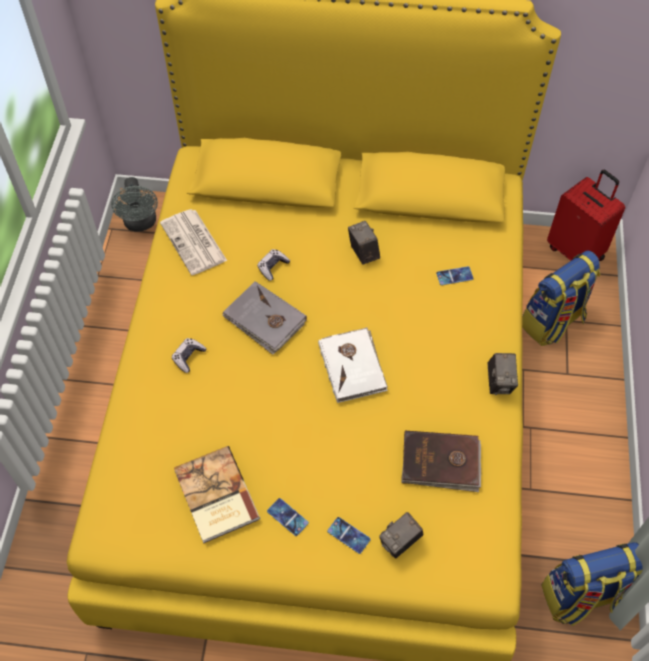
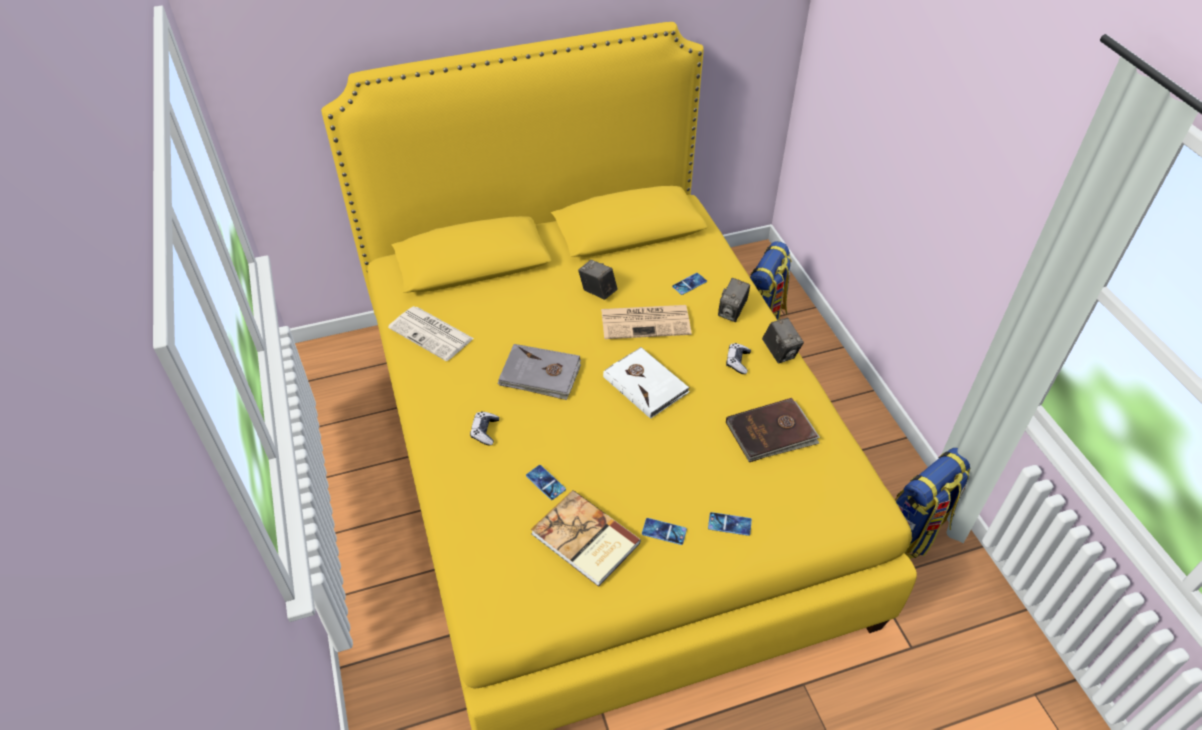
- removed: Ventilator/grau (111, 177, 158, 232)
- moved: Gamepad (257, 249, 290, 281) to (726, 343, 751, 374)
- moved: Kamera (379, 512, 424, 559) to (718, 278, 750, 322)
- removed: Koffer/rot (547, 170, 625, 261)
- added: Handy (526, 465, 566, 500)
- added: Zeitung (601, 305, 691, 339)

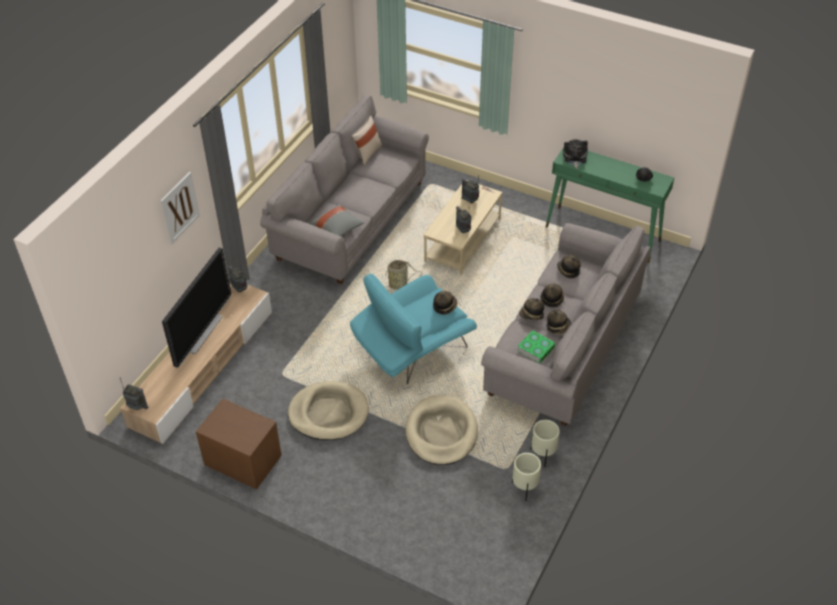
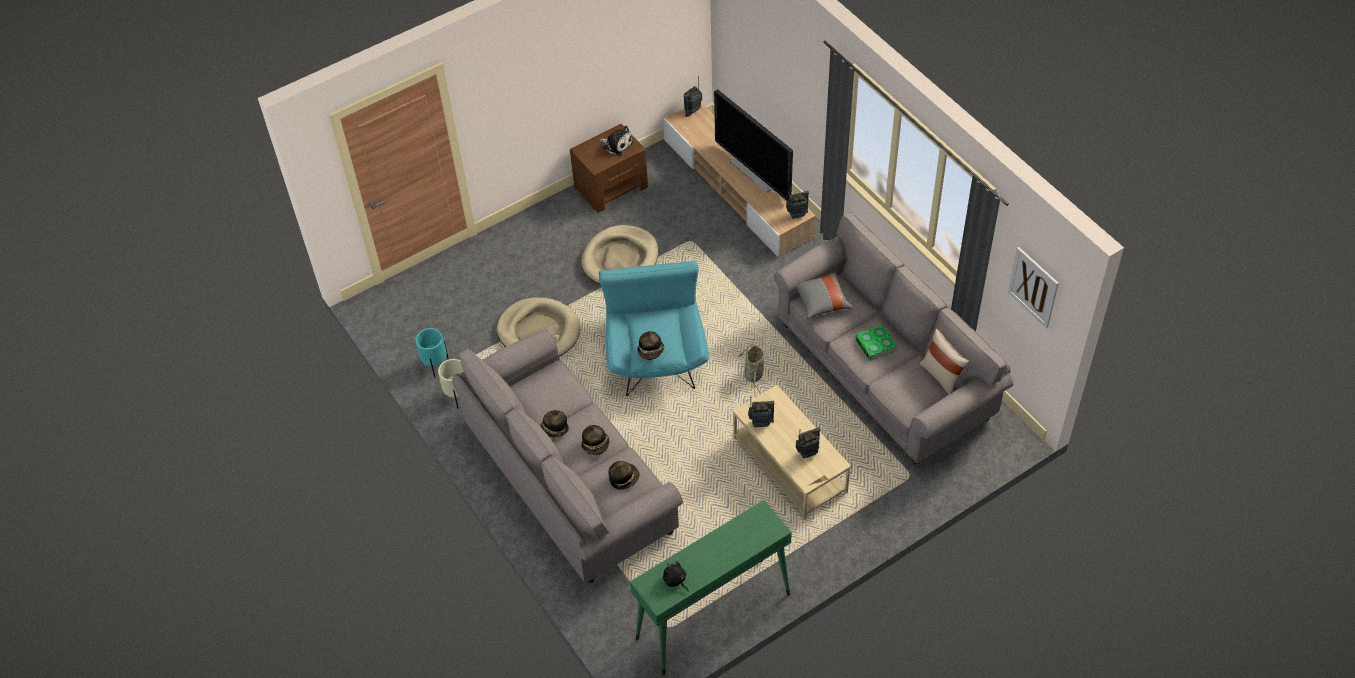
- moved: Bild (160, 172, 200, 244) to (1008, 247, 1059, 328)
- recoloured: Pflanzkübel/beige (512, 453, 541, 501) to Pflanzkübel/türkis (415, 328, 448, 378)
- moved: Buch (517, 330, 555, 363) to (855, 324, 897, 361)
- removed: Hut (519, 298, 544, 320)
- moved: Plüschtier (563, 139, 588, 169) to (599, 126, 633, 156)

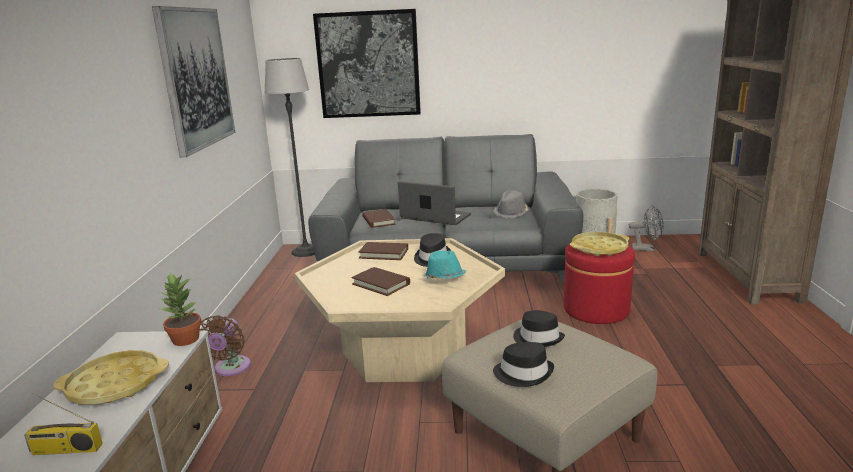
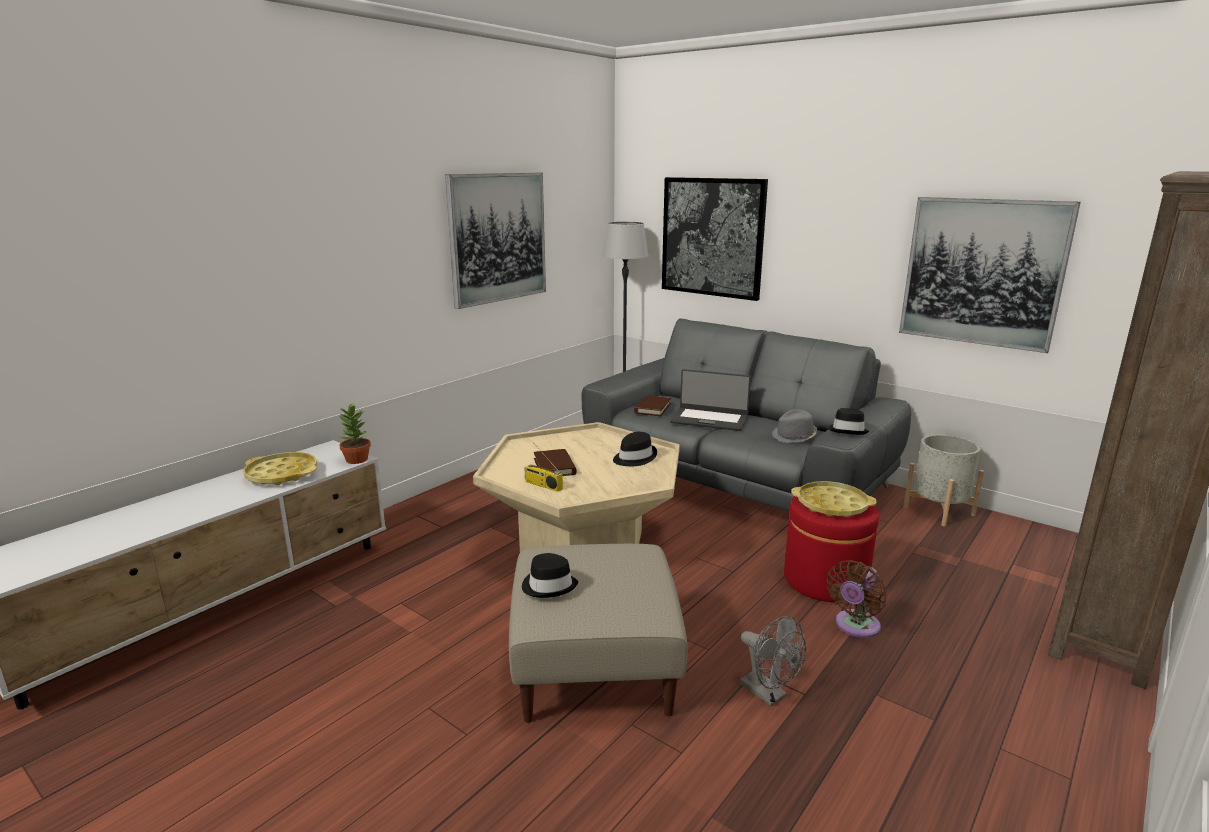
- moved: Radio (24, 393, 103, 455) to (525, 446, 563, 492)
- moved: Ventilator/braun (200, 315, 251, 376) to (827, 560, 886, 638)
- removed: Buch/braun (358, 242, 408, 260)
- turned: Laptop (398, 181, 471, 225) = (670, 369, 751, 431) 135 degrees clockwise
- removed: Hut/türkis (422, 250, 467, 280)
- moved: Hut/schwarz (513, 310, 565, 347) to (827, 408, 869, 435)
- moved: Ventilator/grau (629, 205, 664, 251) to (739, 616, 806, 706)
- added: Bild (899, 197, 1081, 353)

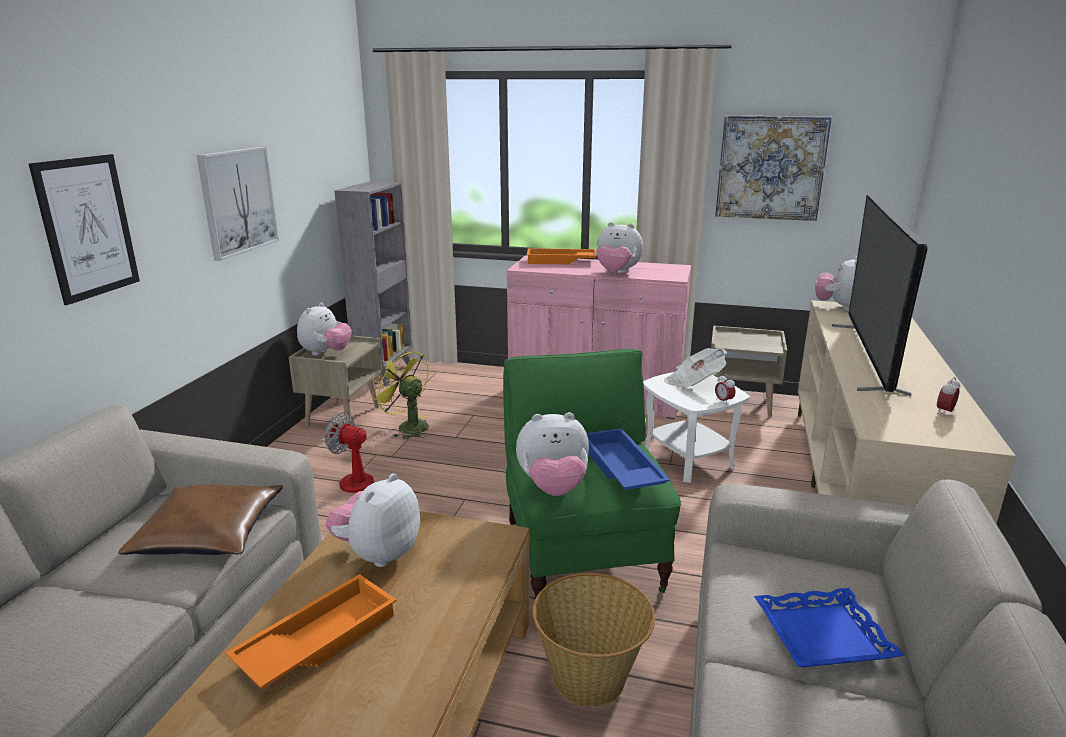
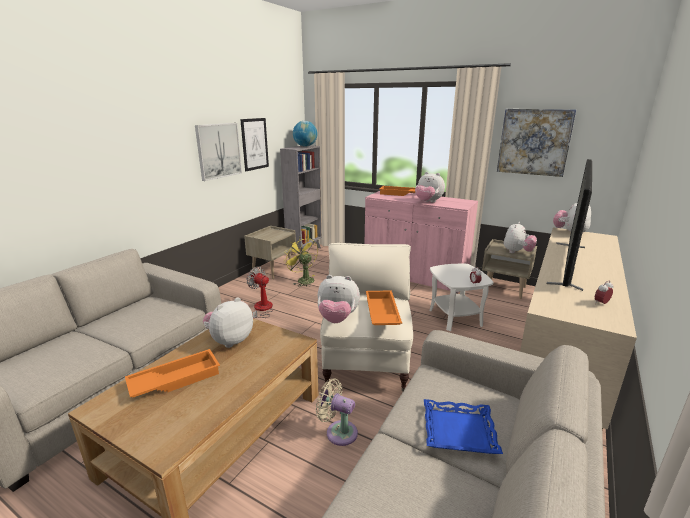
- moved: Bild (29, 154, 140, 305) to (240, 118, 269, 171)
- removed: Kissen/braun (118, 484, 283, 555)
- moved: Plüschtier (297, 303, 352, 356) to (504, 222, 537, 253)
- recoloured: Sessel/grün (503, 349, 681, 600) to Sessel/beige (320, 243, 413, 392)
- replaced: Korb (532, 573, 655, 707) to Ventilator/beige (316, 378, 358, 446)
- recoloured: Tablett/blau (586, 428, 670, 490) to Tablett/orange (366, 290, 402, 325)
- removed: Zeitung (664, 348, 727, 389)
- added: Globus (293, 121, 318, 147)

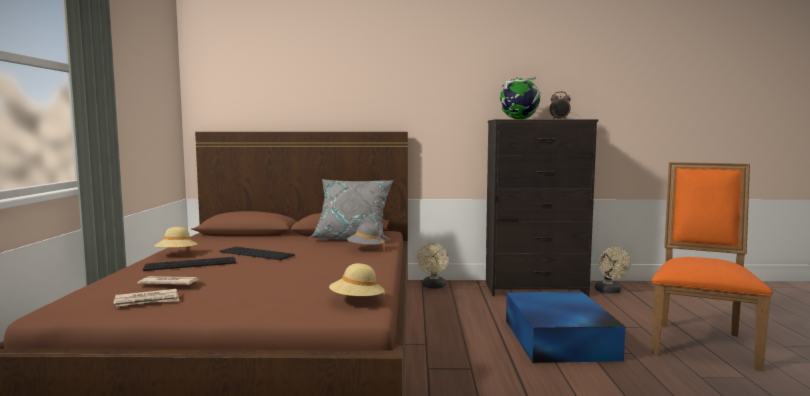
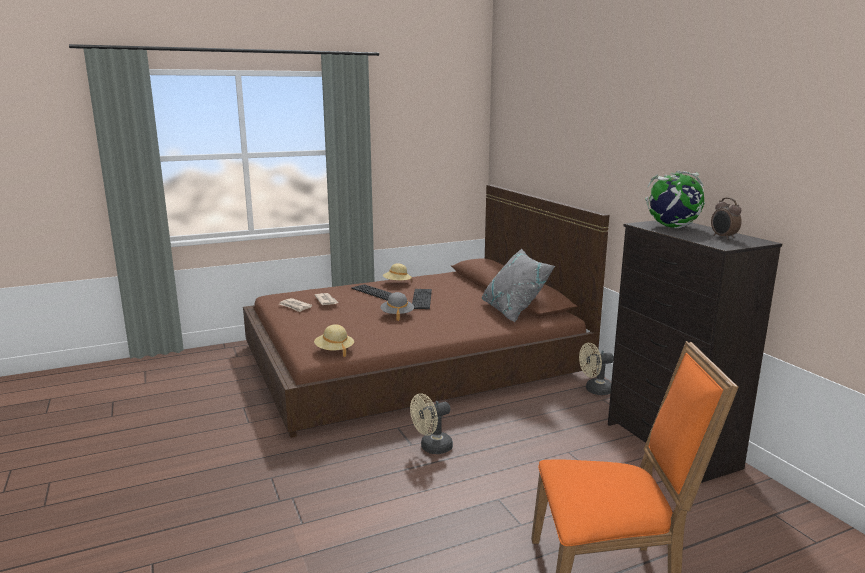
- moved: Hut/grau (347, 223, 385, 251) to (381, 292, 414, 321)
- removed: Aufbewahrungsbox/blau (506, 292, 626, 363)
- moved: Ventilator/beige (595, 247, 631, 293) to (410, 393, 453, 454)

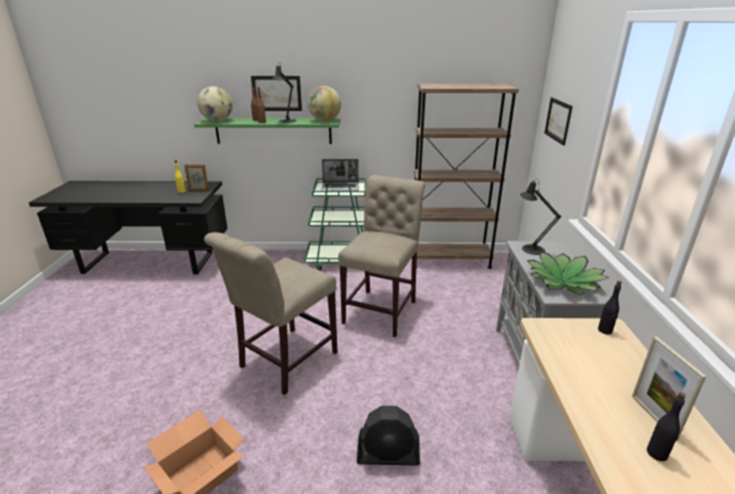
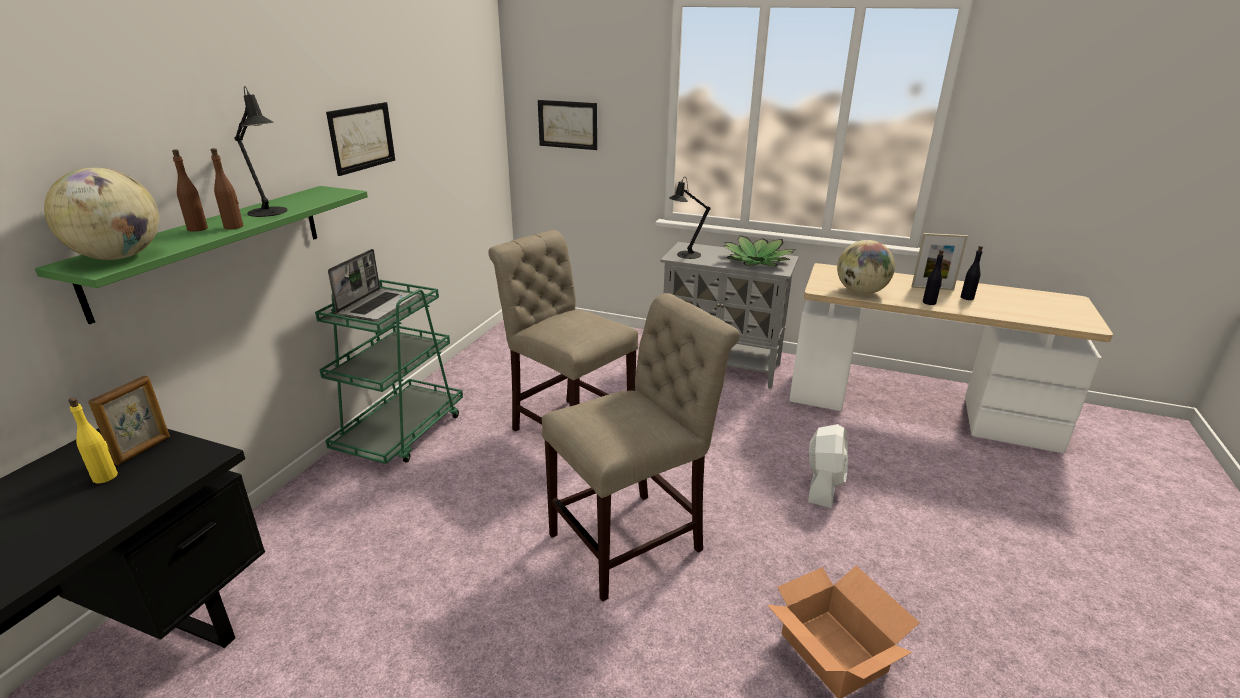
- turned: Stuhl/beige (204, 232, 337, 395) = (542, 293, 740, 602) 90 degrees counterclockwise
- moved: Bild (251, 76, 302, 111) to (326, 102, 395, 176)
- moved: Globus (308, 86, 341, 121) to (837, 240, 895, 294)
- recoloured: Ventilator/schwarz (357, 406, 420, 466) to Ventilator/weiß (808, 424, 848, 508)
- removed: Bücherregal/braun (414, 83, 519, 269)
- moved: Flasche/schwarz (598, 281, 622, 334) to (923, 250, 944, 305)

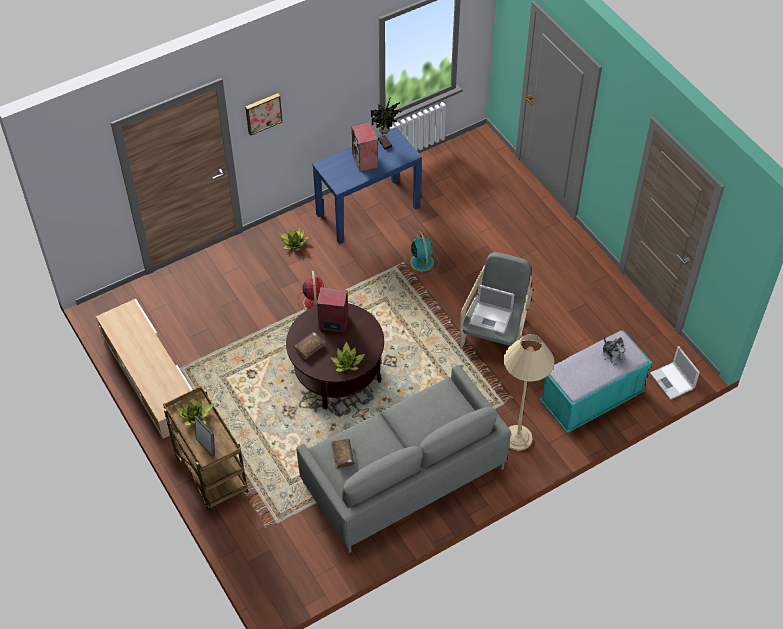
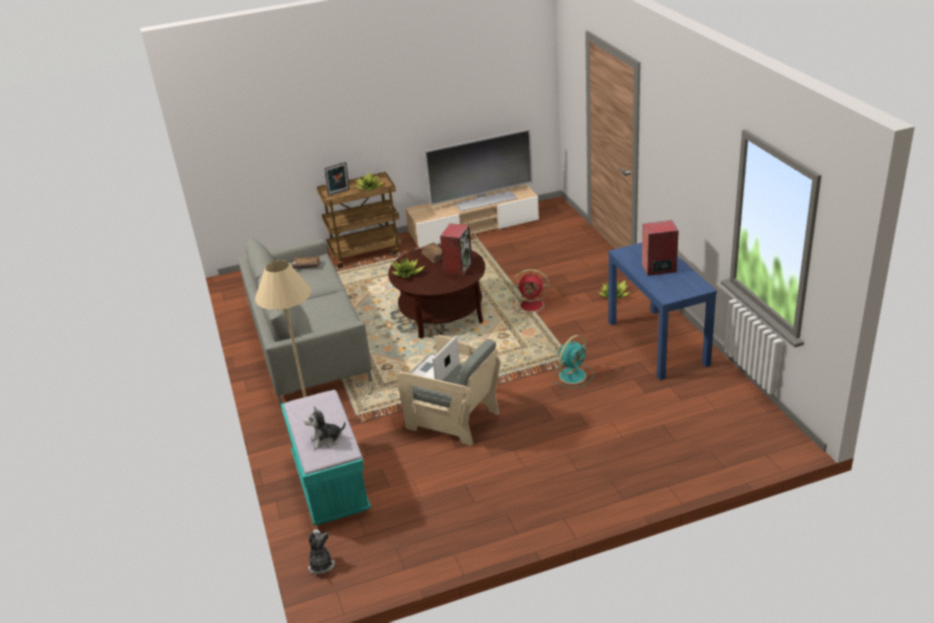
- removed: Bild (245, 93, 283, 136)
- removed: Topfpflanze (371, 97, 401, 150)
- turned: Ventilator/türkis (404, 231, 439, 277) = (553, 335, 593, 388) 45 degrees counterclockwise
- replaced: Laptop (650, 346, 700, 400) to Plüschtier (308, 529, 335, 575)
- added: Fernseher (424, 129, 533, 211)

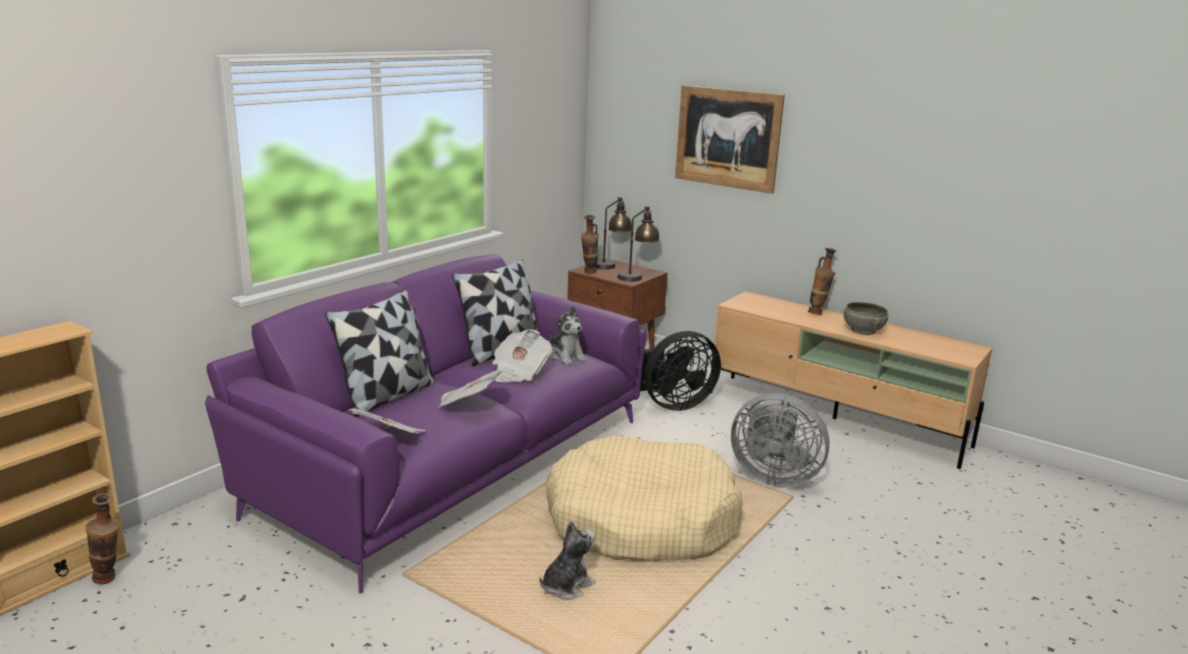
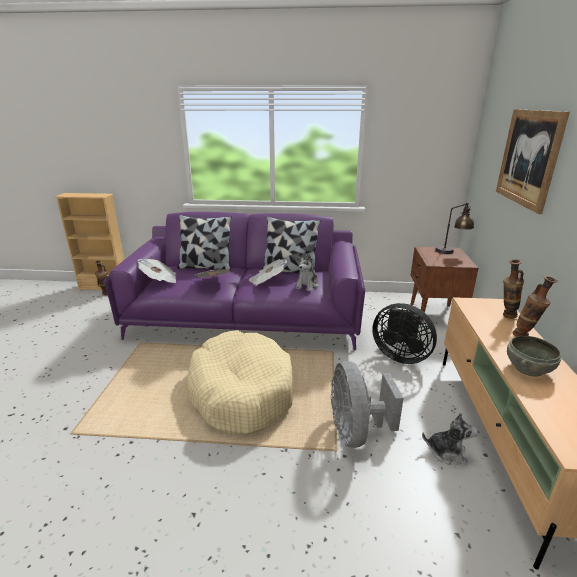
- moved: Plüschtier (539, 520, 595, 600) to (422, 413, 478, 465)
- moved: Vase (581, 215, 599, 274) to (503, 259, 524, 319)
- removed: Tischlampe (617, 206, 660, 282)

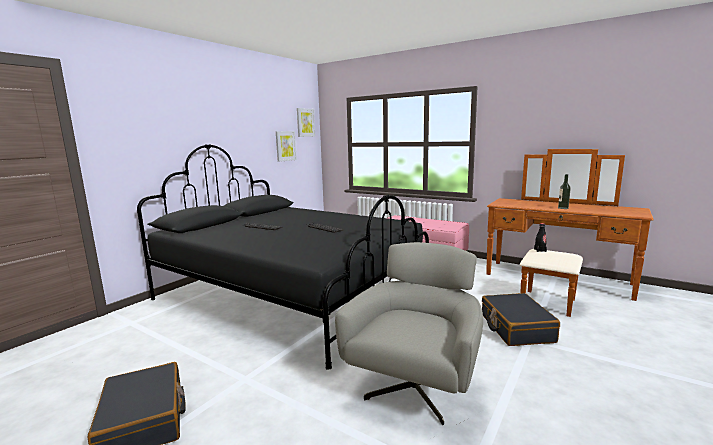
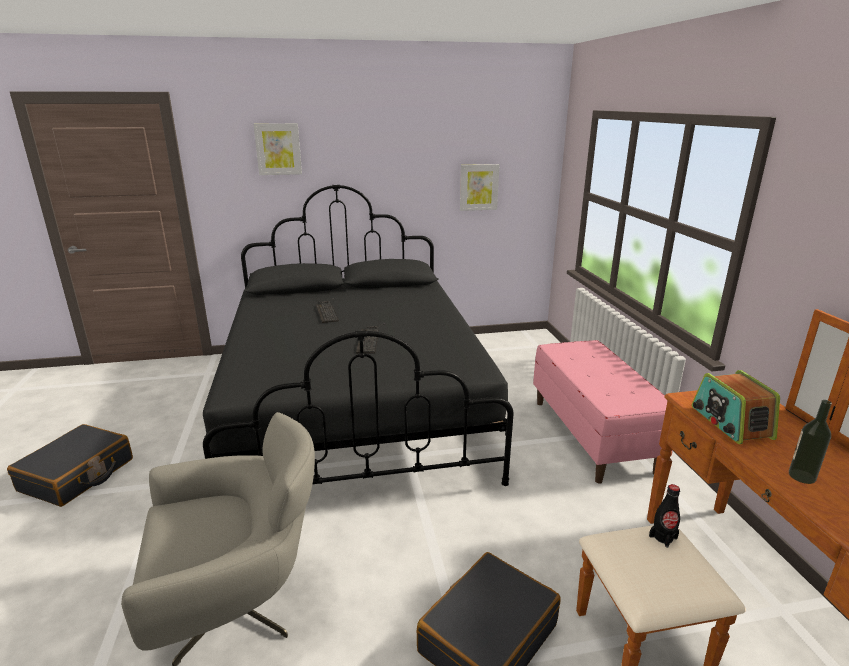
- moved: Bild (297, 108, 315, 137) to (253, 123, 302, 175)
- added: Radio (692, 370, 780, 444)

